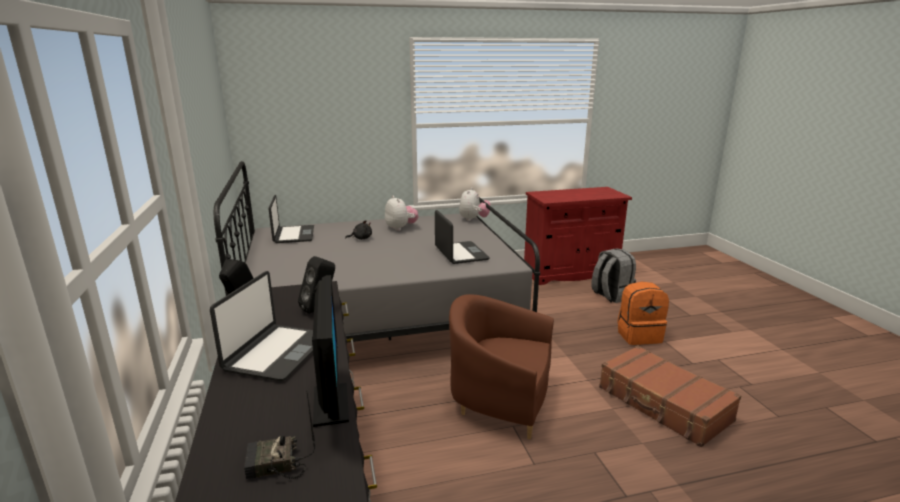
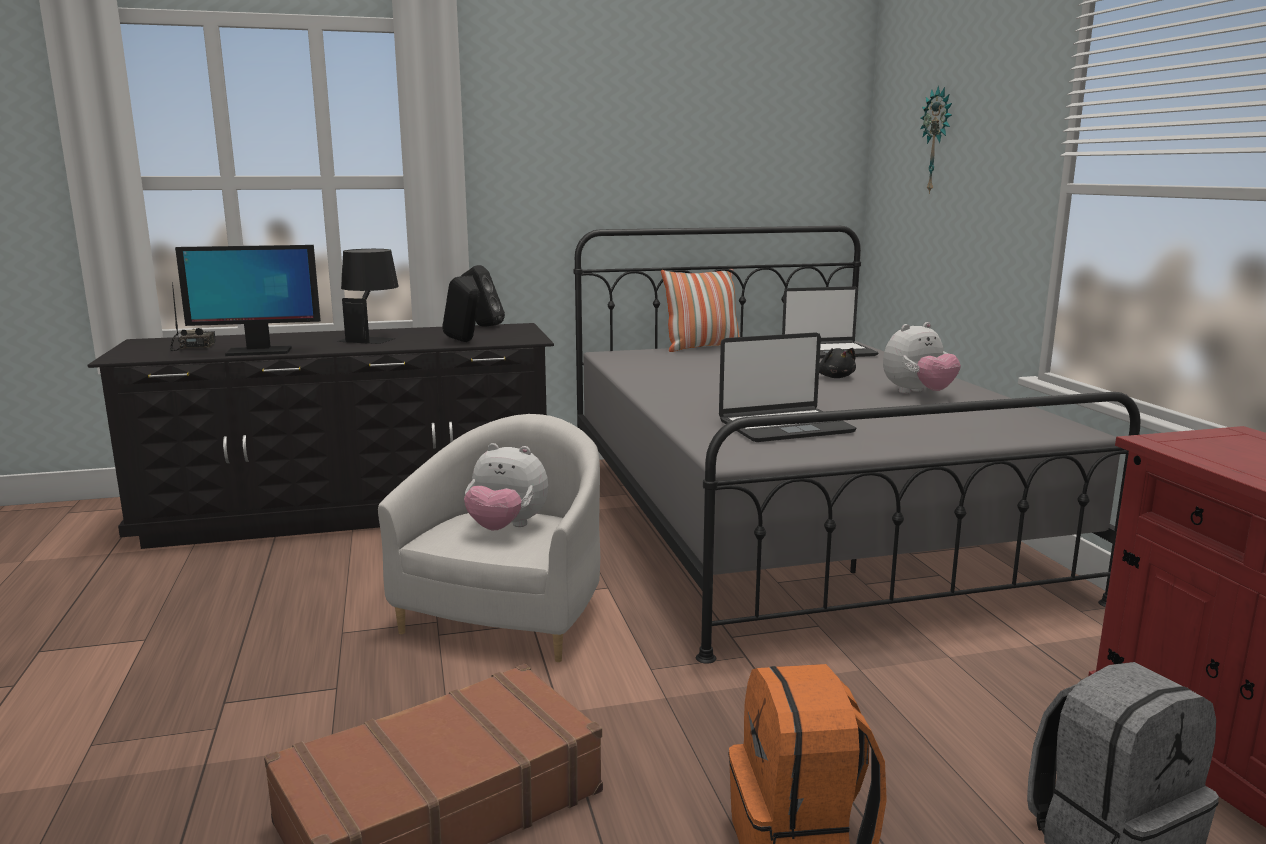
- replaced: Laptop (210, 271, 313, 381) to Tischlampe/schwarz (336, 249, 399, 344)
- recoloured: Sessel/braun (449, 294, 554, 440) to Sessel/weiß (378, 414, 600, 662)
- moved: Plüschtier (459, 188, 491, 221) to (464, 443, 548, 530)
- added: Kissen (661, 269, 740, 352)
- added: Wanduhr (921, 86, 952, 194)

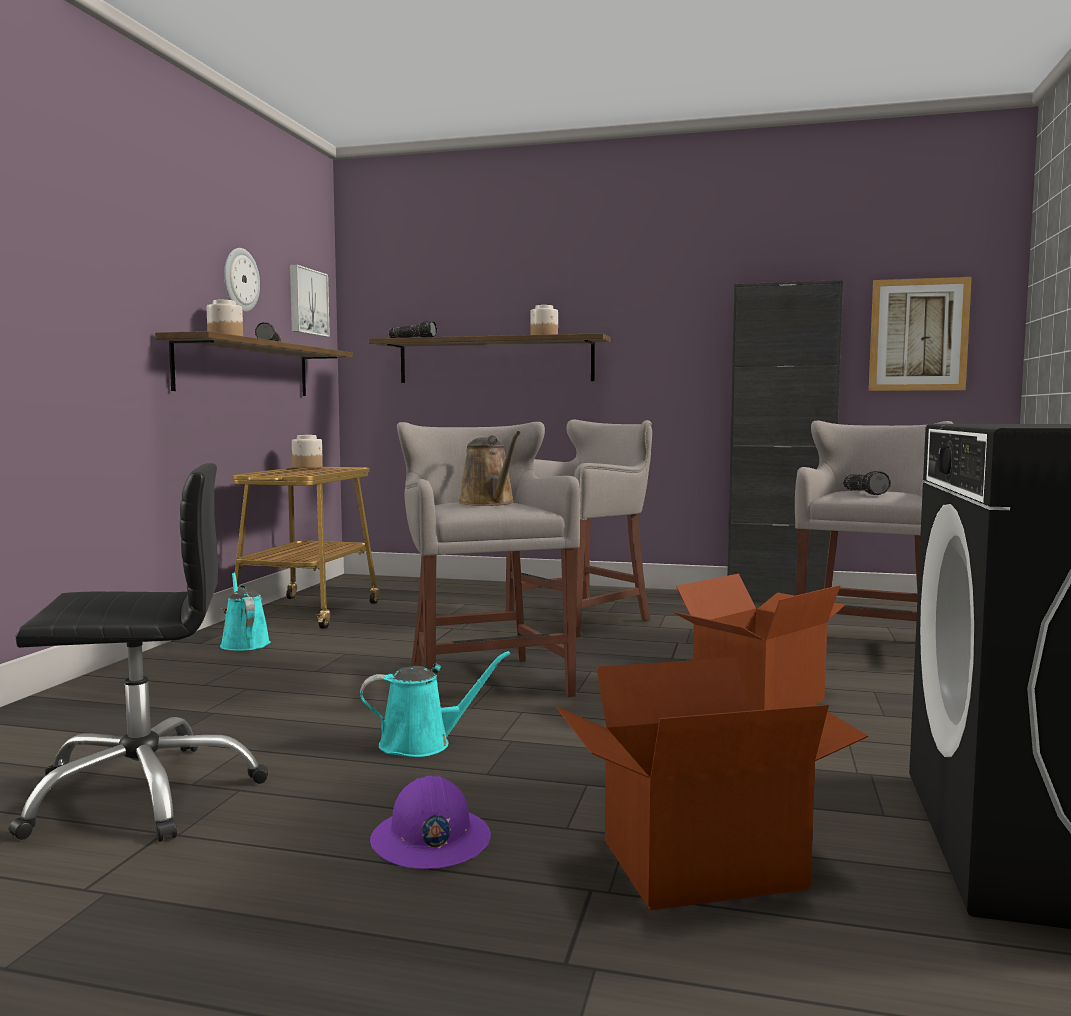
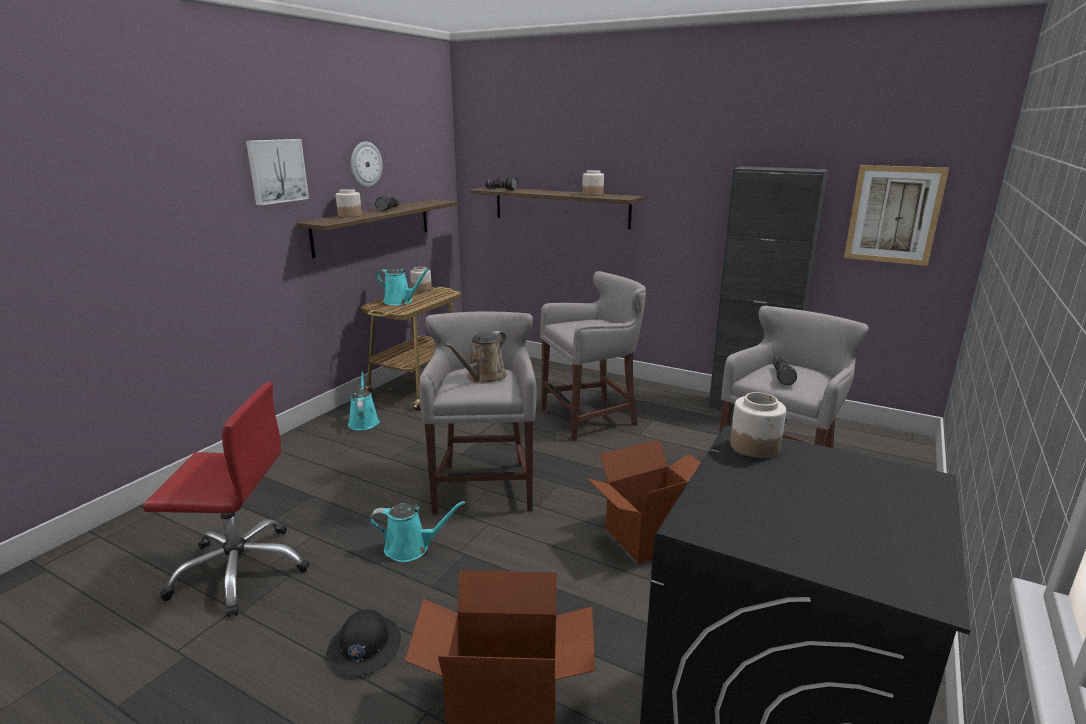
- recoloured: Bürostuhl/schwarz (8, 463, 268, 842) to Bürostuhl/rot (143, 382, 310, 617)
- moved: Bild (290, 265, 330, 337) to (246, 139, 309, 205)
- recoloured: Schutzhelm/lila (370, 776, 491, 869) to Schutzhelm/schwarz (327, 609, 401, 676)
- turned: Gießkanne/braun (458, 431, 521, 506) = (444, 331, 507, 384) 45 degrees clockwise
- added: Gießkanne/türkis (376, 268, 430, 305)
- added: Vorratsglas (730, 392, 786, 458)

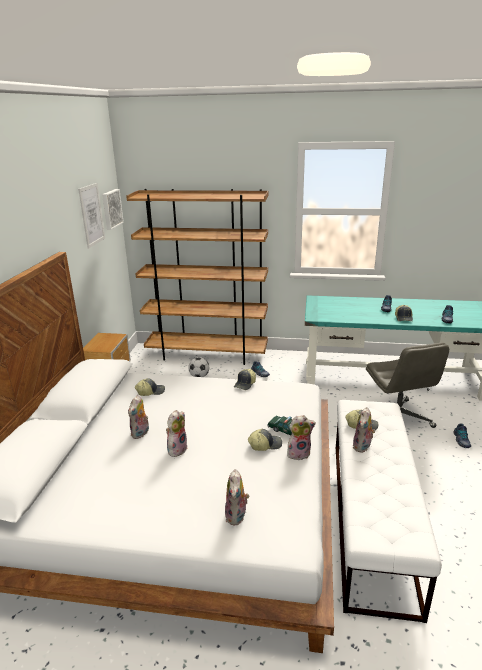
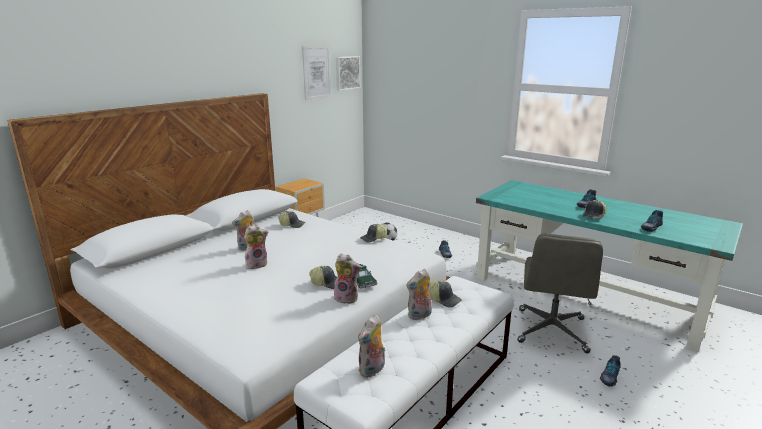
- removed: Bücherregal/braun (126, 189, 269, 365)
- moved: Plüschtier (225, 469, 249, 525) to (358, 315, 385, 377)

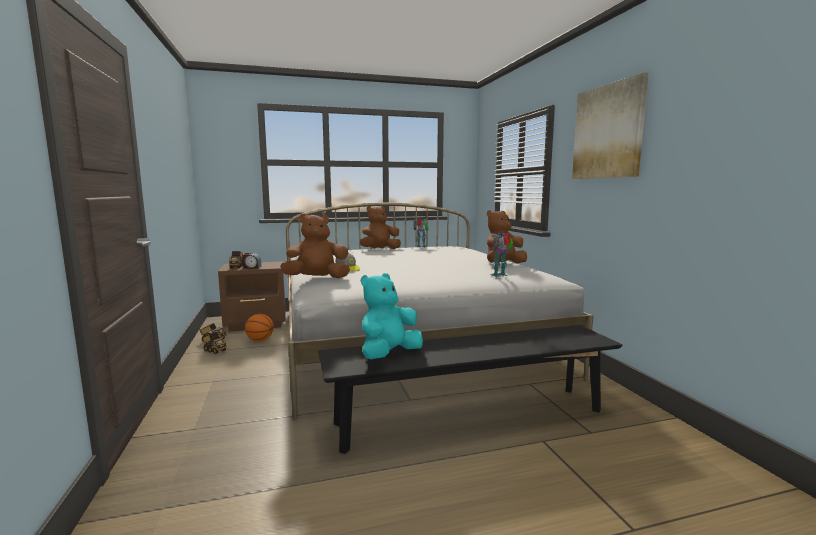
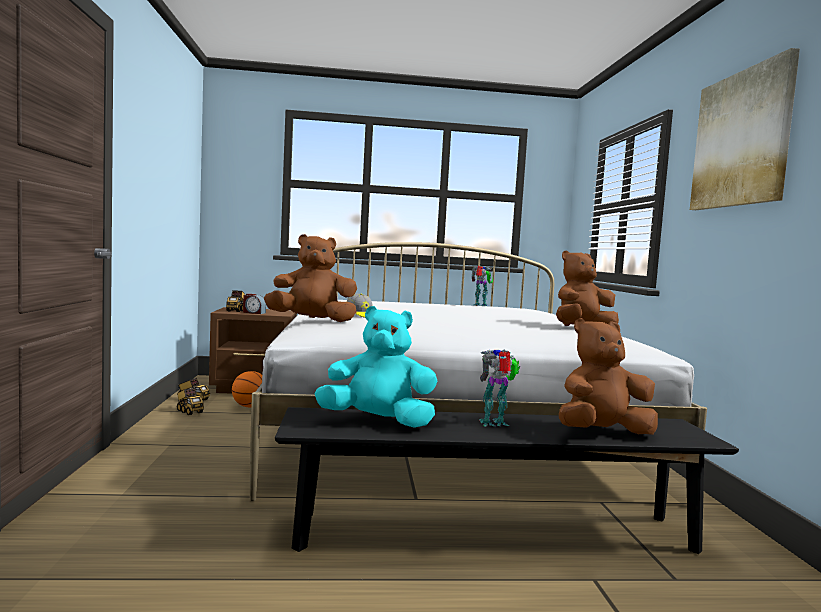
- moved: Plüschtier/braun (360, 206, 401, 249) to (559, 318, 658, 435)
- turned: Plüschtier/türkis (361, 273, 423, 359) = (314, 306, 437, 428) 45 degrees clockwise
- moved: Spielzeugroboter (490, 233, 513, 277) to (479, 349, 520, 427)

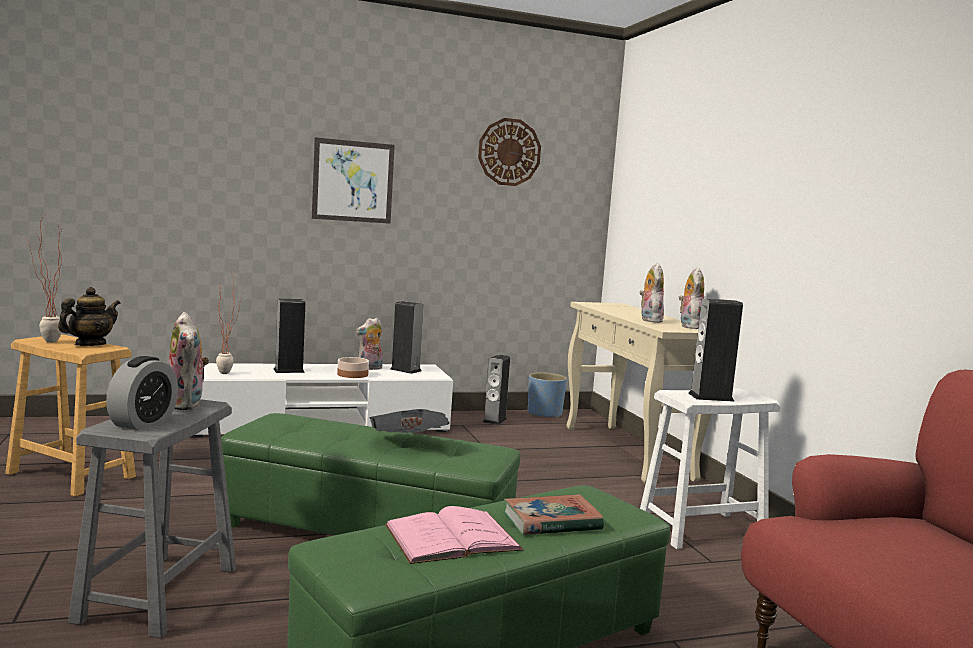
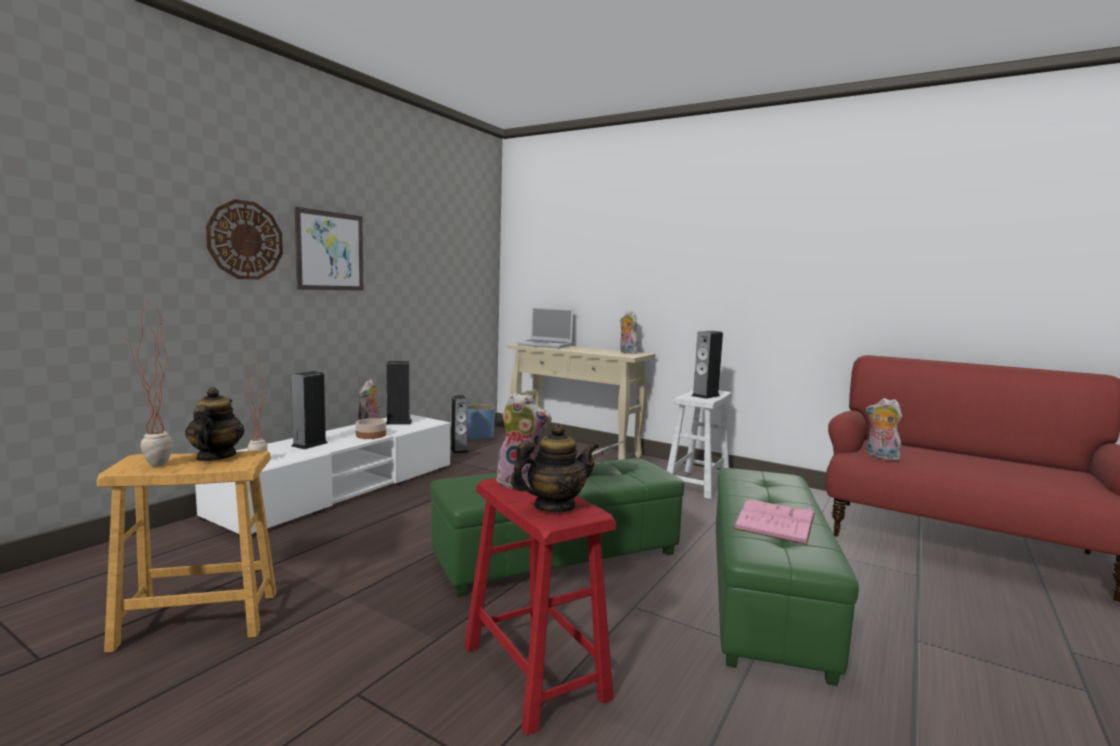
- recoloured: Hocker/grau (68, 399, 236, 639) to Hocker/rot (464, 478, 616, 735)
- replaced: Wecker (106, 356, 178, 430) to Teekanne (510, 423, 599, 512)
- moved: Wanduhr (478, 118, 541, 186) to (206, 199, 283, 280)
- removed: Buch (504, 494, 604, 535)
- moved: Plüschtier (639, 263, 664, 323) to (866, 398, 902, 461)
- added: Laptop (517, 307, 573, 348)

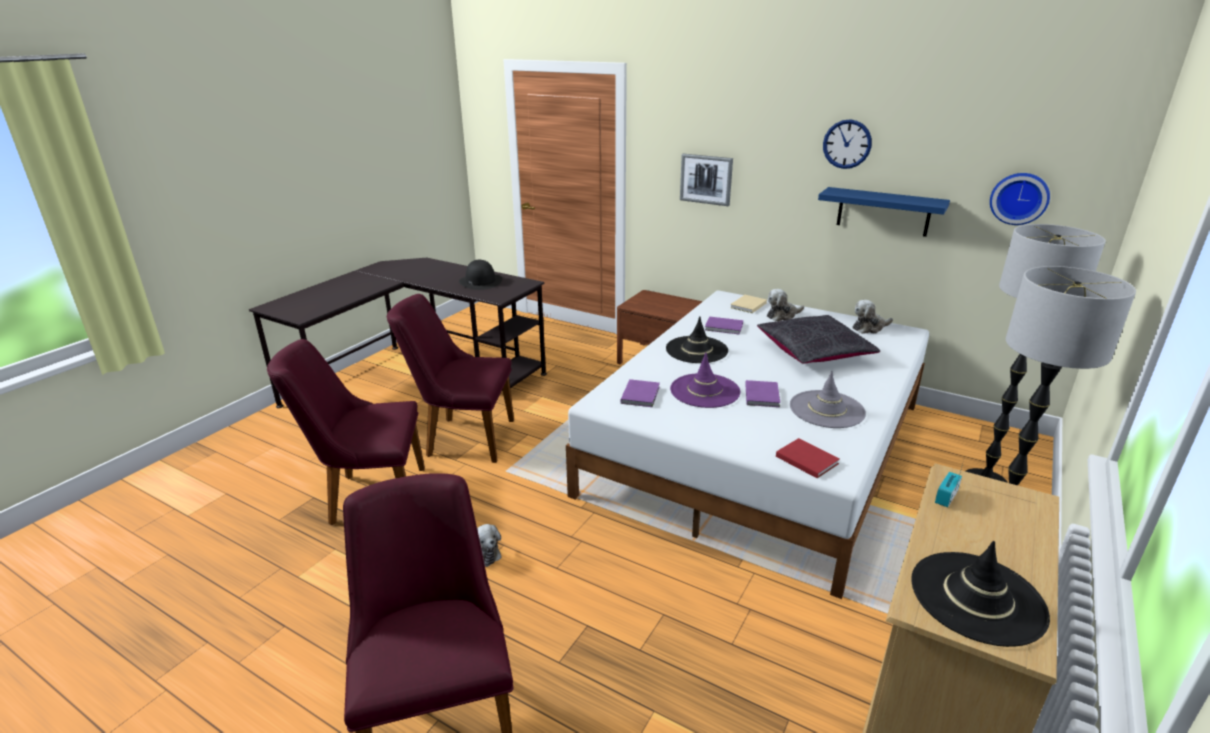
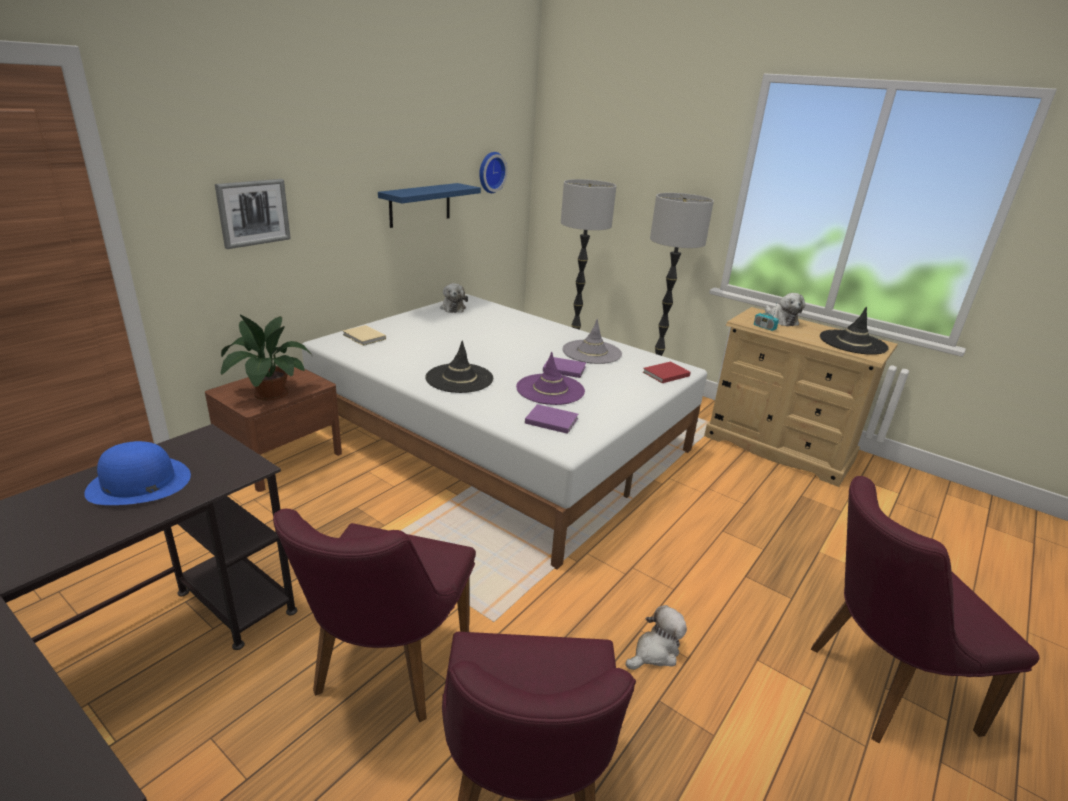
- recoloured: Hut/schwarz (459, 260, 502, 290) to Hut/blau (84, 441, 191, 505)
- removed: Buch/lila (705, 317, 743, 334)
- removed: Kissen/schwarz (757, 315, 880, 364)
- moved: Plüschtier (767, 289, 804, 321) to (765, 293, 805, 326)
- removed: Wanduhr (823, 119, 872, 169)
- added: Topfpflanze (221, 315, 312, 401)

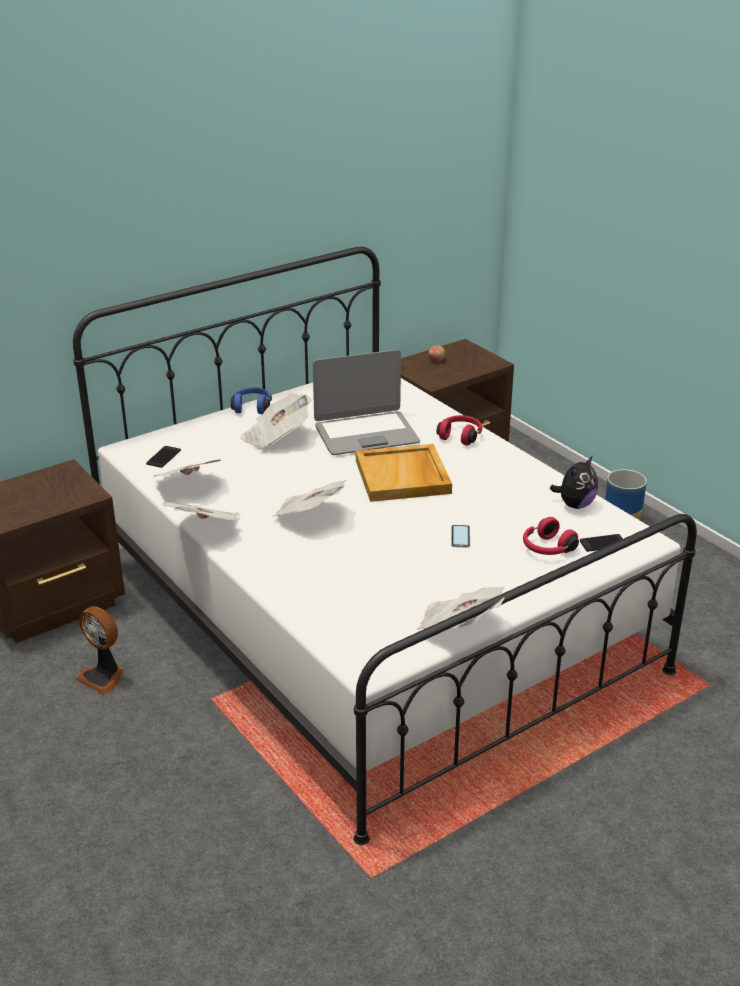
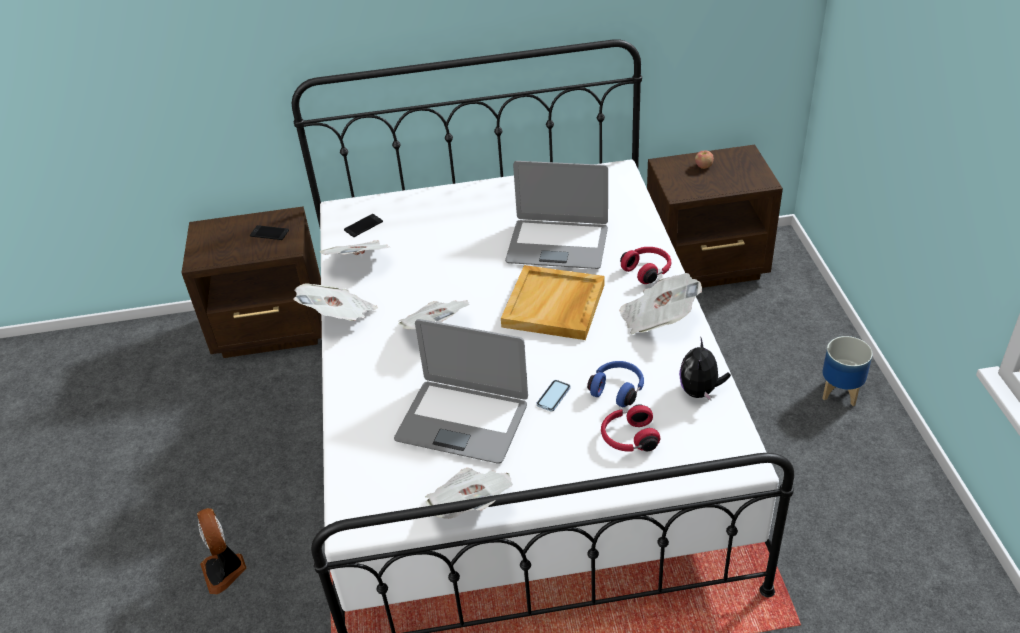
- moved: Ventilator (76, 607, 124, 694) to (197, 508, 247, 594)
- moved: Kopfhörer/blau (231, 387, 272, 414) to (587, 361, 644, 407)
- moved: Zeitung (240, 393, 311, 450) to (619, 273, 702, 335)
- turned: Plüschtier (550, 456, 598, 509) = (679, 338, 731, 401) 120 degrees clockwise
- moved: Handy (580, 534, 623, 552) to (250, 225, 289, 240)
- added: Laptop (394, 319, 528, 464)

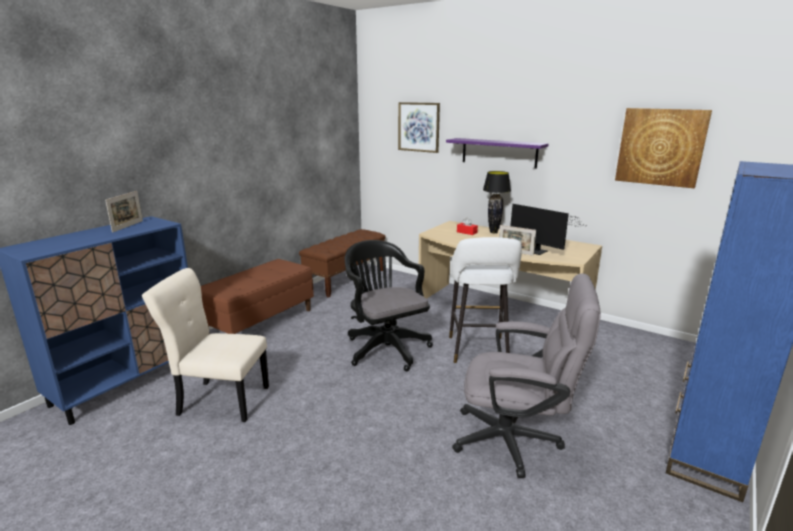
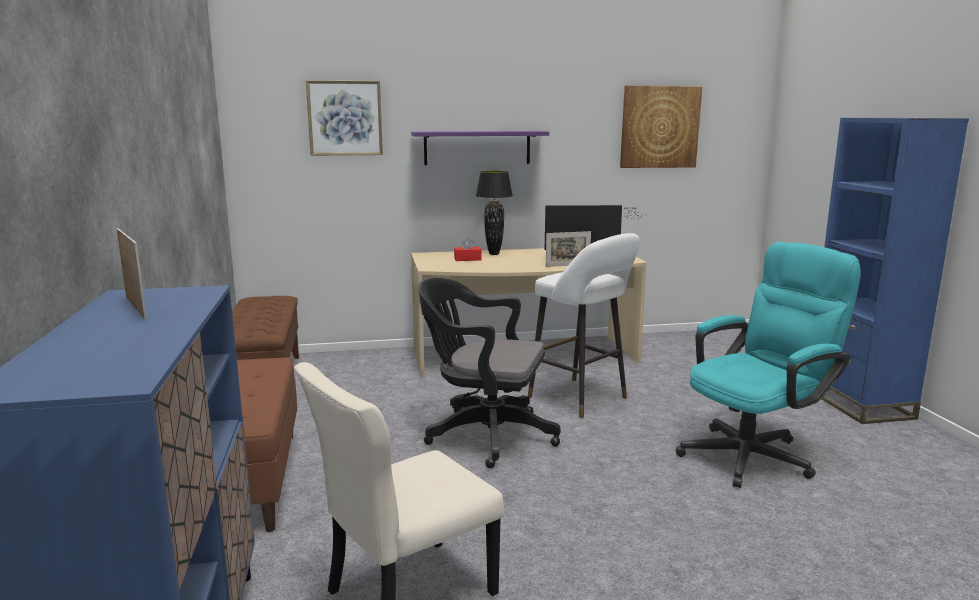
- recoloured: Bürostuhl/grau (452, 274, 601, 478) to Bürostuhl/türkis (676, 242, 861, 488)

